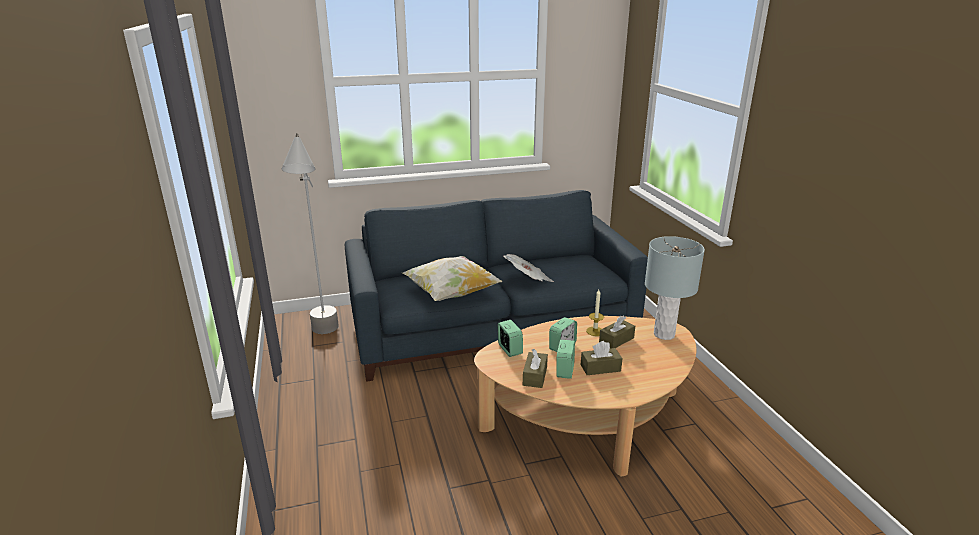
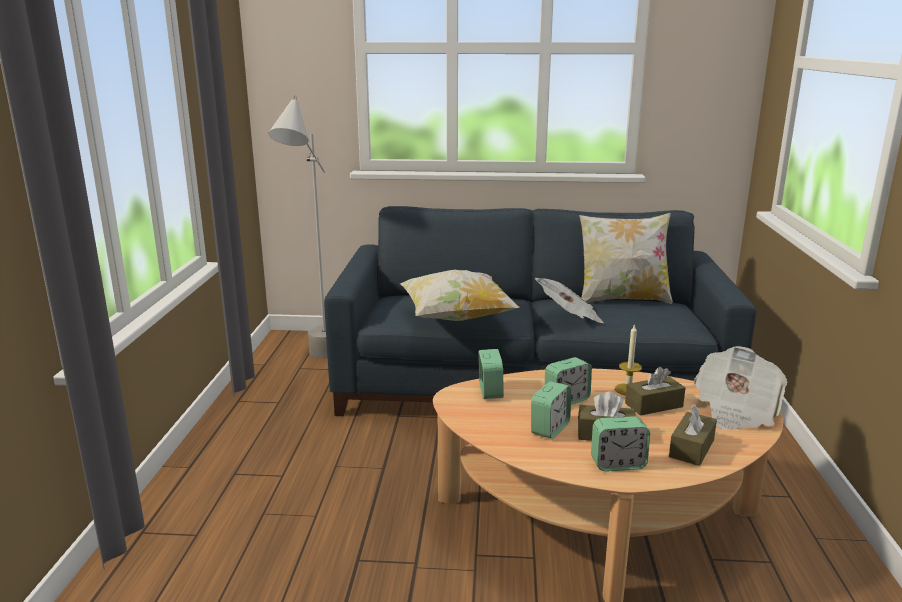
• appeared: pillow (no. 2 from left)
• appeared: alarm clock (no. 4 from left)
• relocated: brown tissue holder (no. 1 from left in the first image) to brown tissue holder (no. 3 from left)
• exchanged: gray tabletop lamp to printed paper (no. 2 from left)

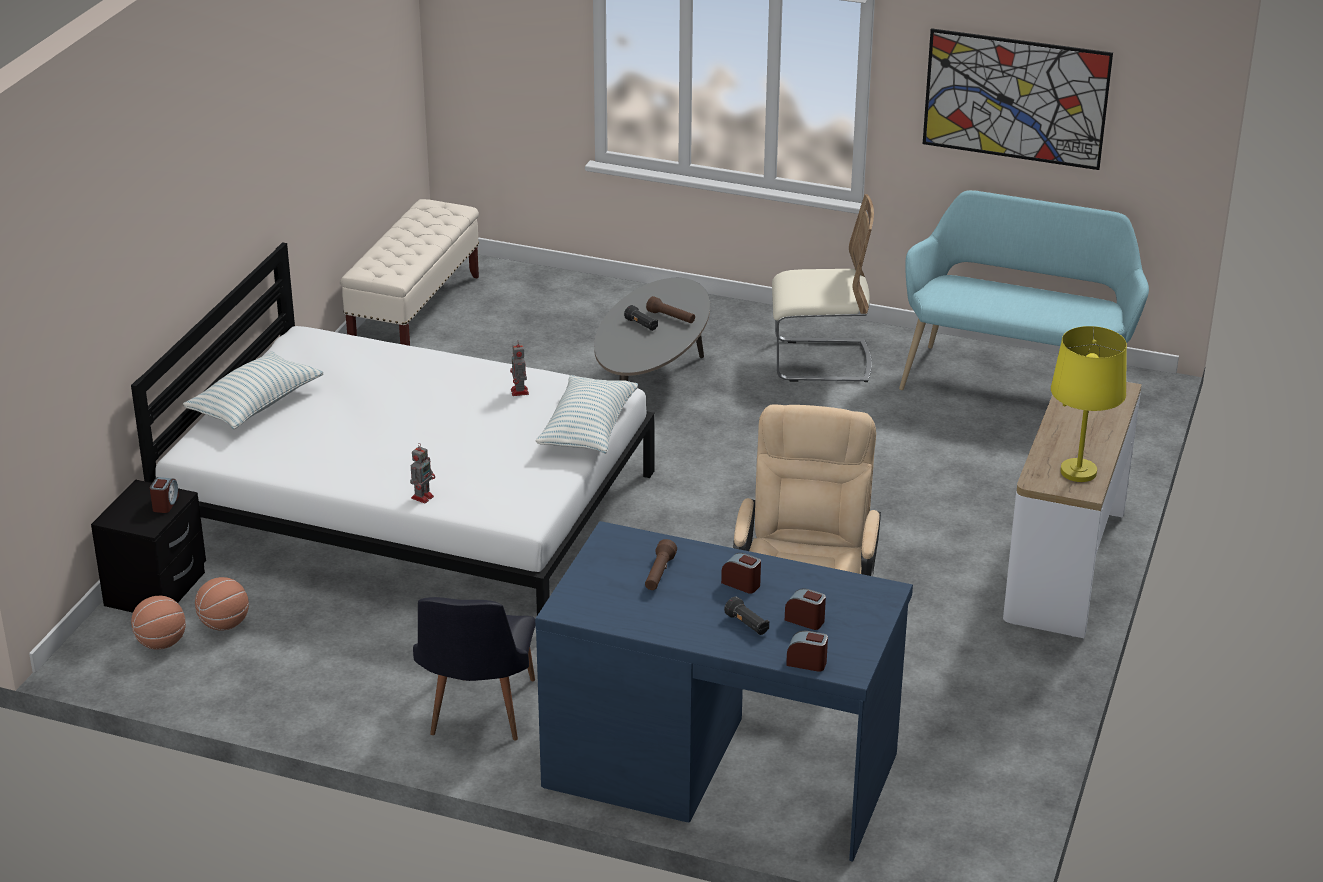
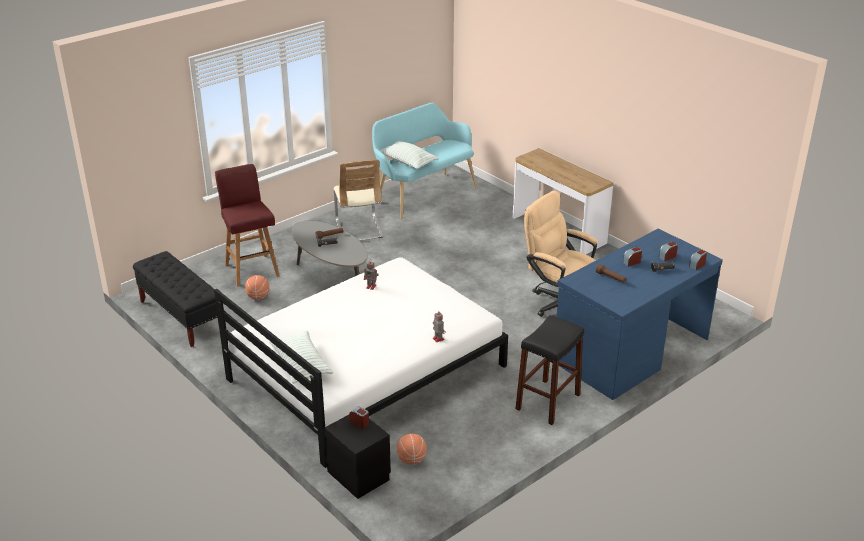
• missing: wall art
• missing: yellowish tabletop lamp
• appeared: red-coloured stool seat
• relocated: basketball (no. 1 from left)
• relocated: pillow (no. 2 from left)
• exchanged: blackish upright chair to blackish stool seat
• colour: beige-coloured bench to blackish bench
• spun: beige-coloured upright chair 135 degrees clockwise

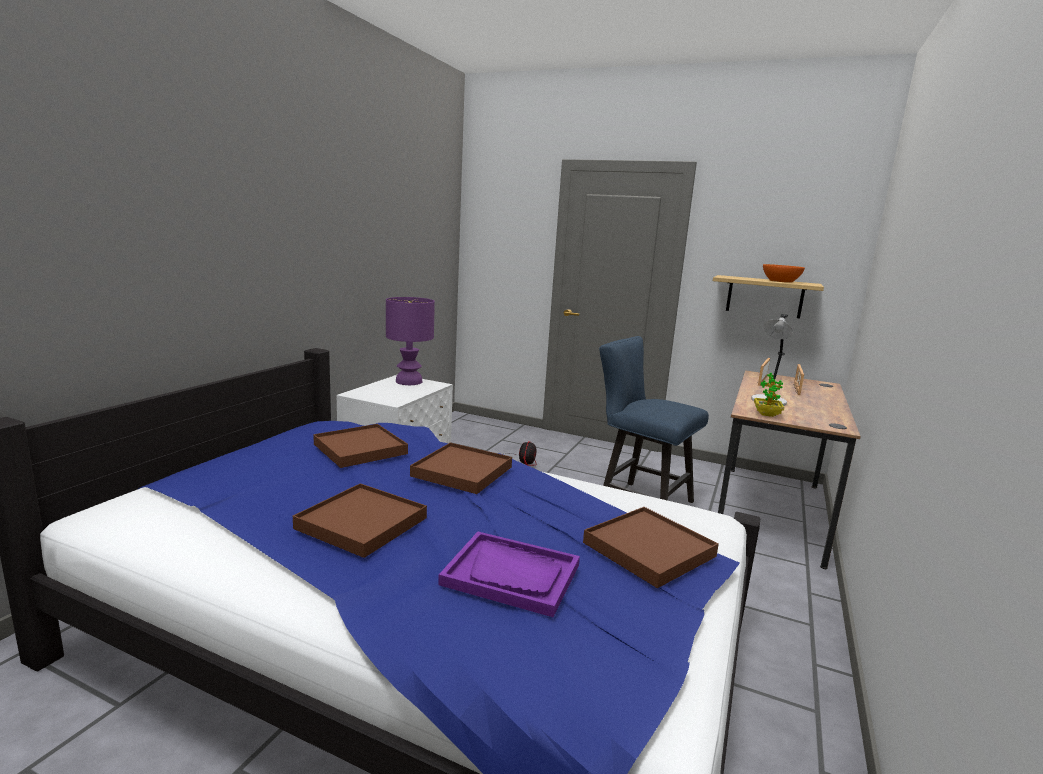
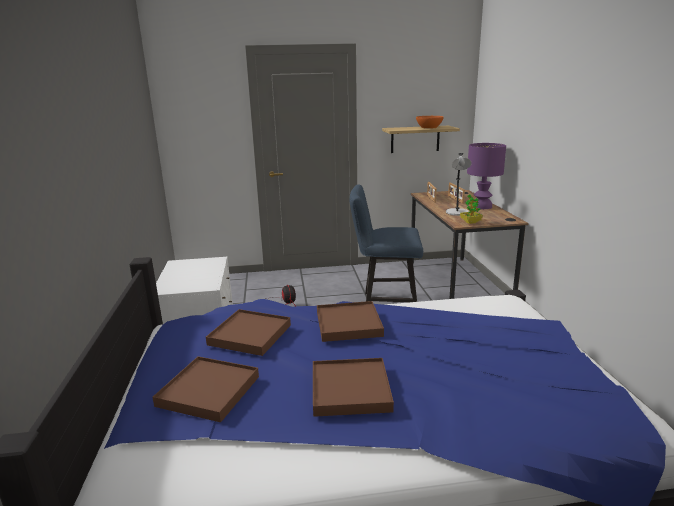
• missing: purplish serving tray
• relocated: purplish tabletop lamp
• relocated: brown serving tray (no. 4 from left in the first image) to brown serving tray (no. 1 from left)

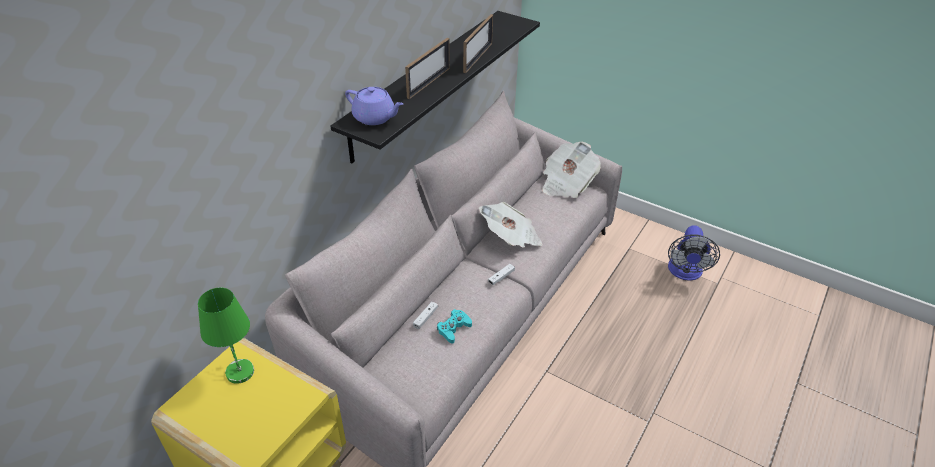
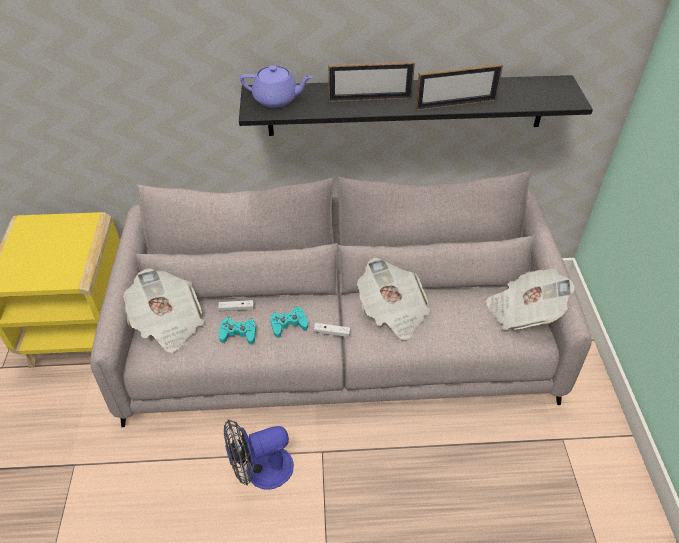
• missing: green tabletop lamp
• appeared: printed paper (no. 1 from left)
• appeared: turquoise-coloured game controller (no. 2 from left)
• relocated: cooling fan
• spun: purplish pot for tea 75 degrees counterclockwise

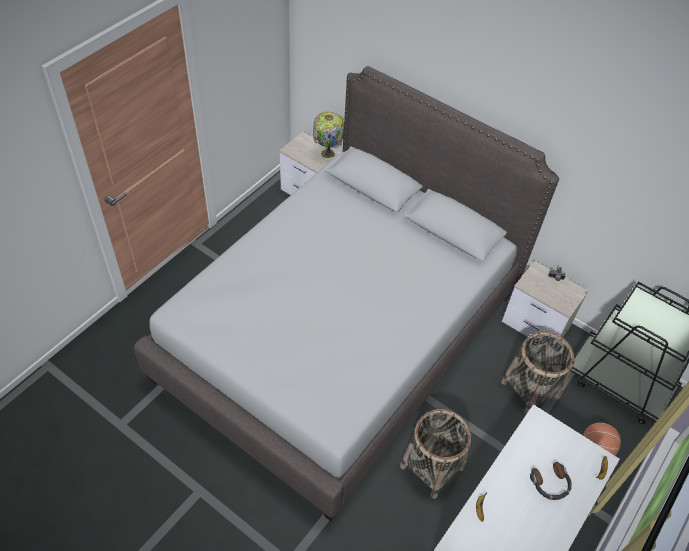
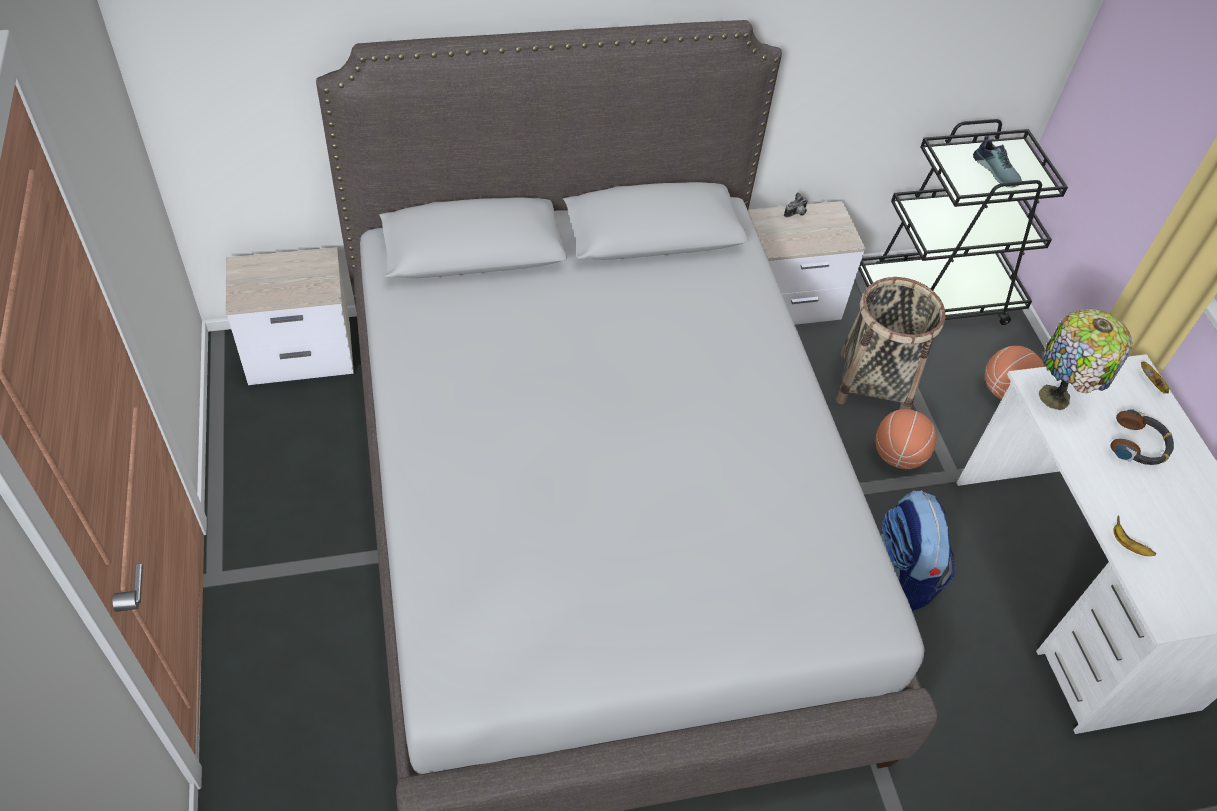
• appeared: basketball (no. 1 from left)
• appeared: item of footwear
• relocated: tabletop lamp
• exchanged: basket (no. 1 from left) to rucksack

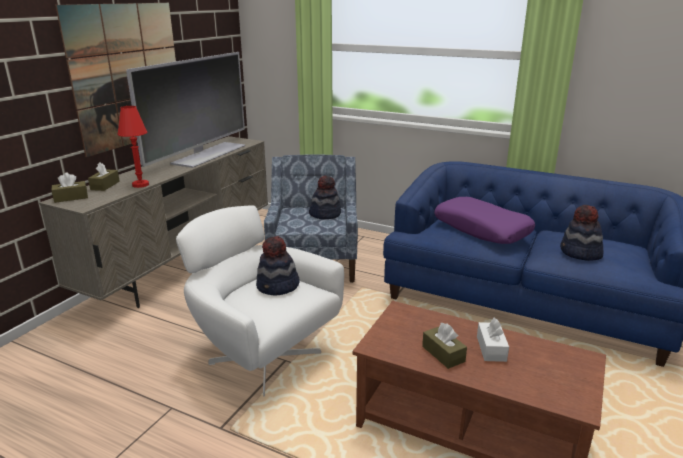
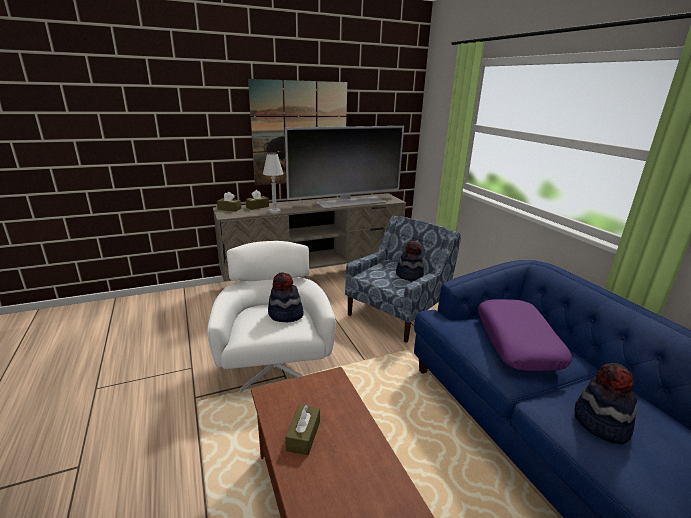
• missing: white tissue holder
• colour: red-coloured tabletop lamp to white tabletop lamp

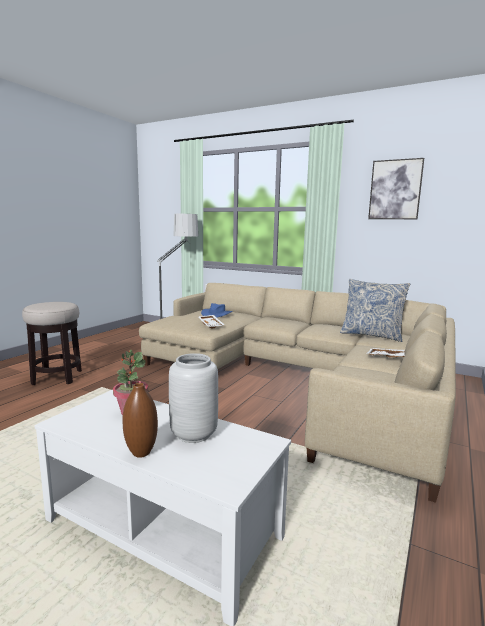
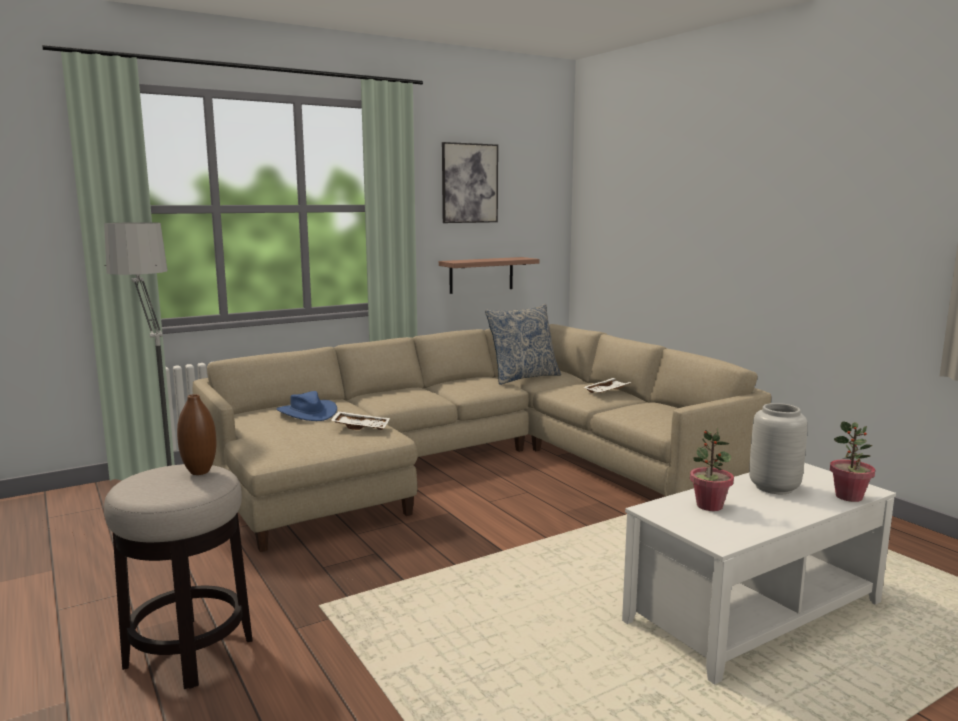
• appeared: wall shelf
• appeared: plant in a pot (no. 2 from left)
• relocated: brown vase

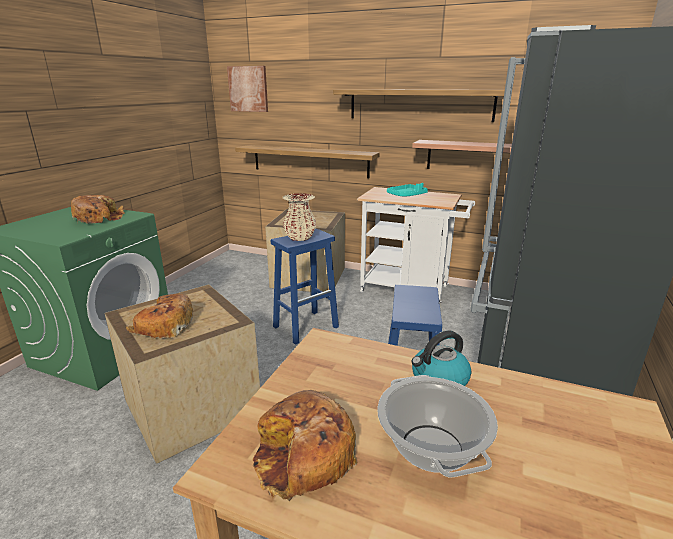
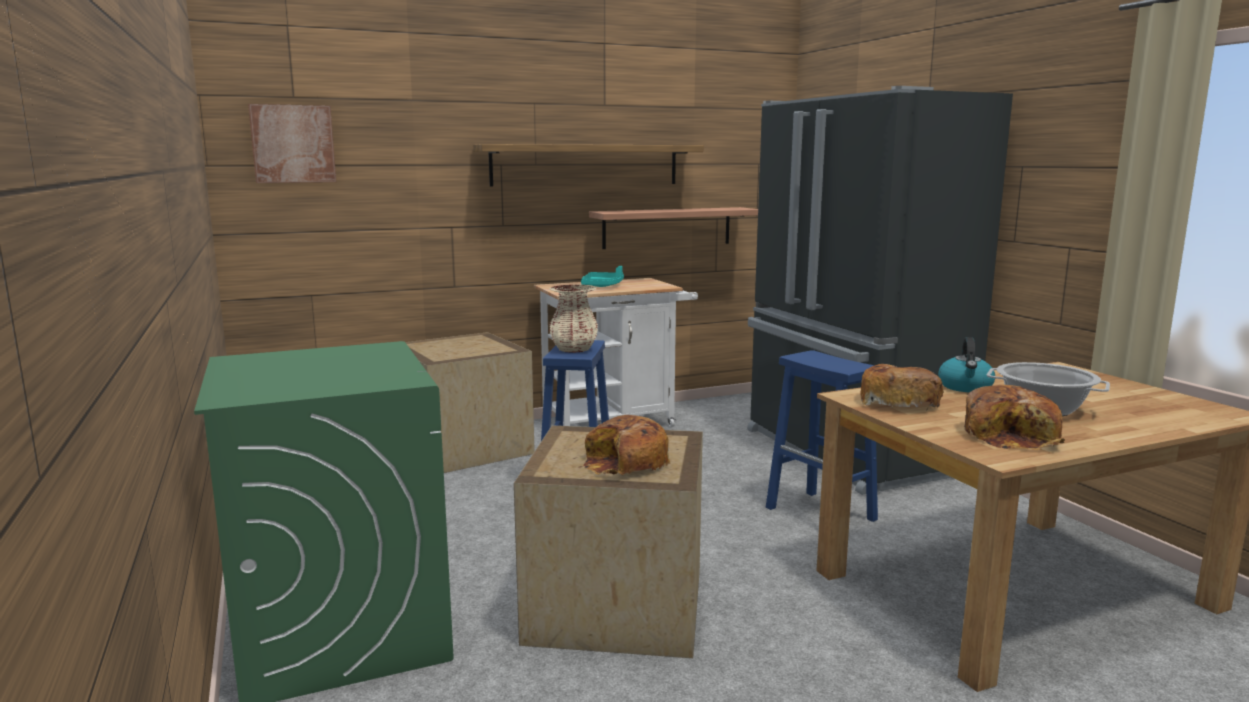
• missing: wall shelf (no. 1 from left)
• relocated: bread (no. 1 from left in the first image) to bread (no. 2 from left)

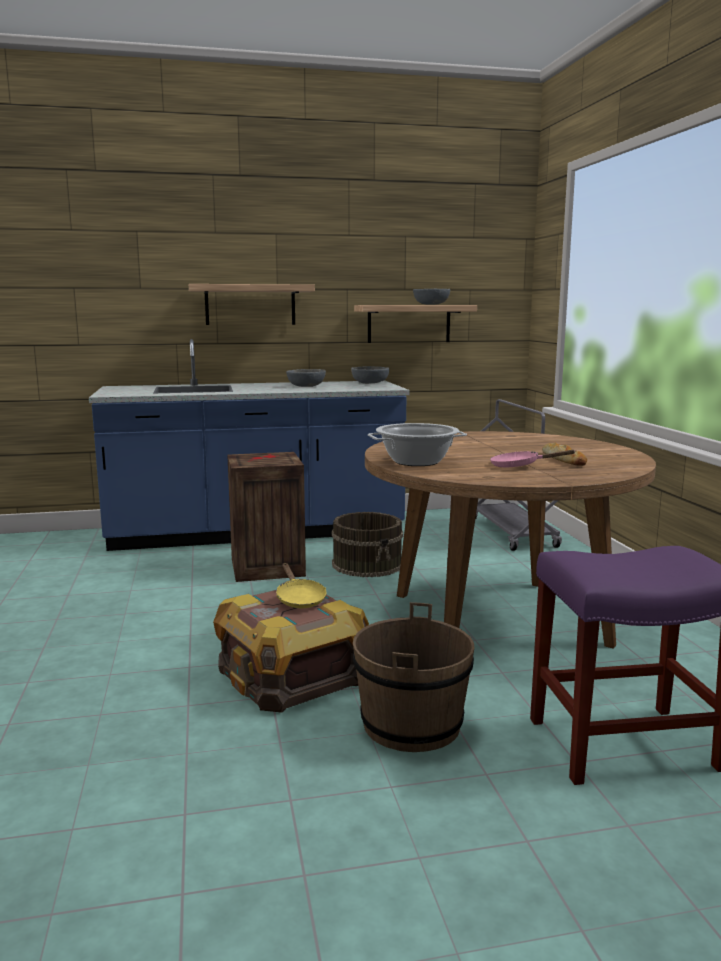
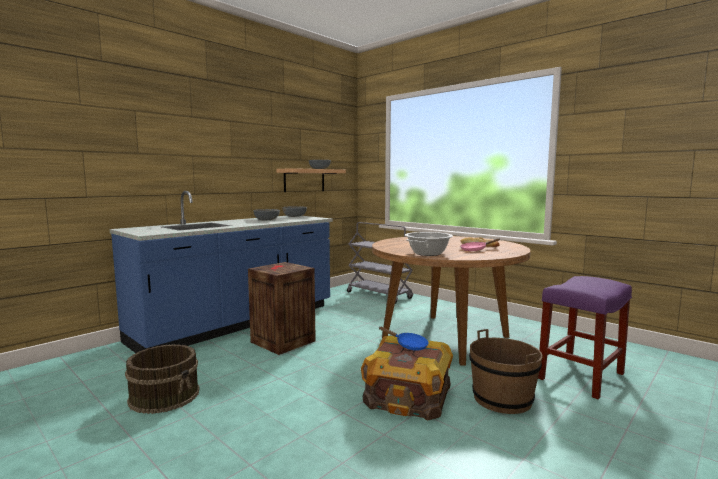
• missing: wall shelf (no. 1 from left)
• relocated: brown water bucket (no. 1 from left)
• colour: yellowish pan to blue pan

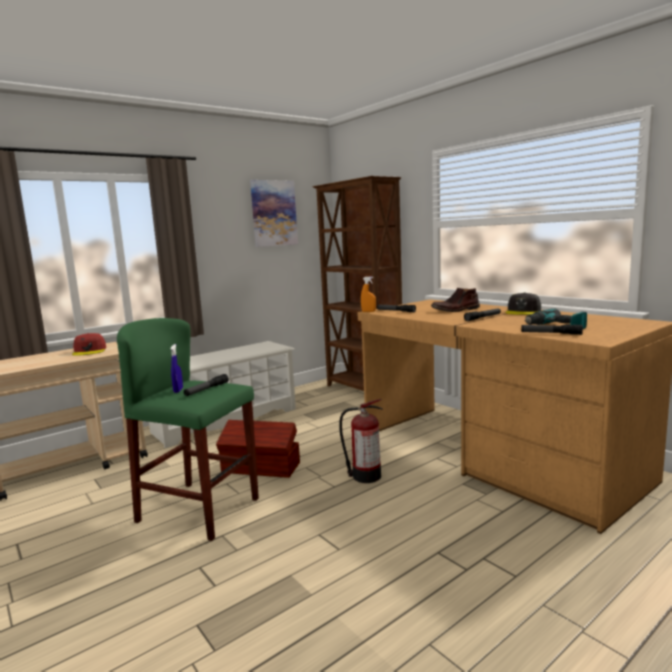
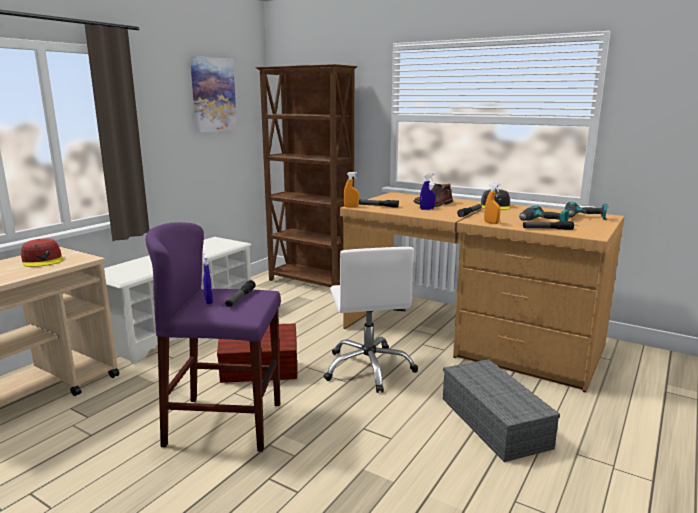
• appeared: blue sprayer (no. 2 from left)
• appeared: gray storage box
• appeared: orangey sprayer (no. 2 from left)
• appeared: electric drill (no. 2 from left)
• exchanged: fire-fighting cylinder to white office chair
• colour: green stool seat to purplish stool seat

